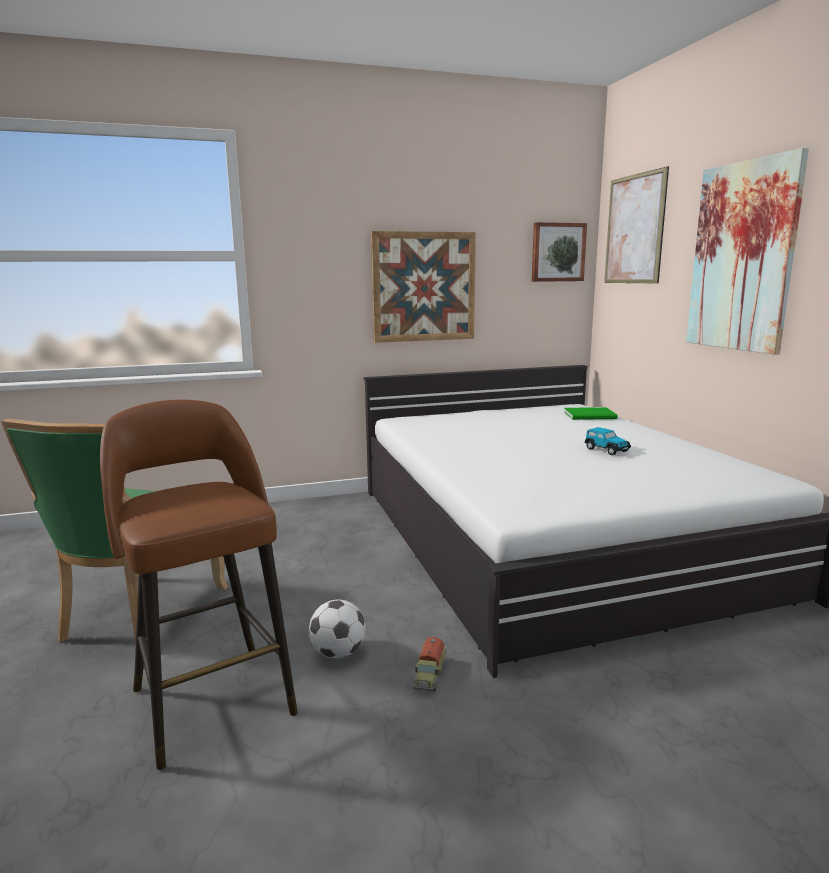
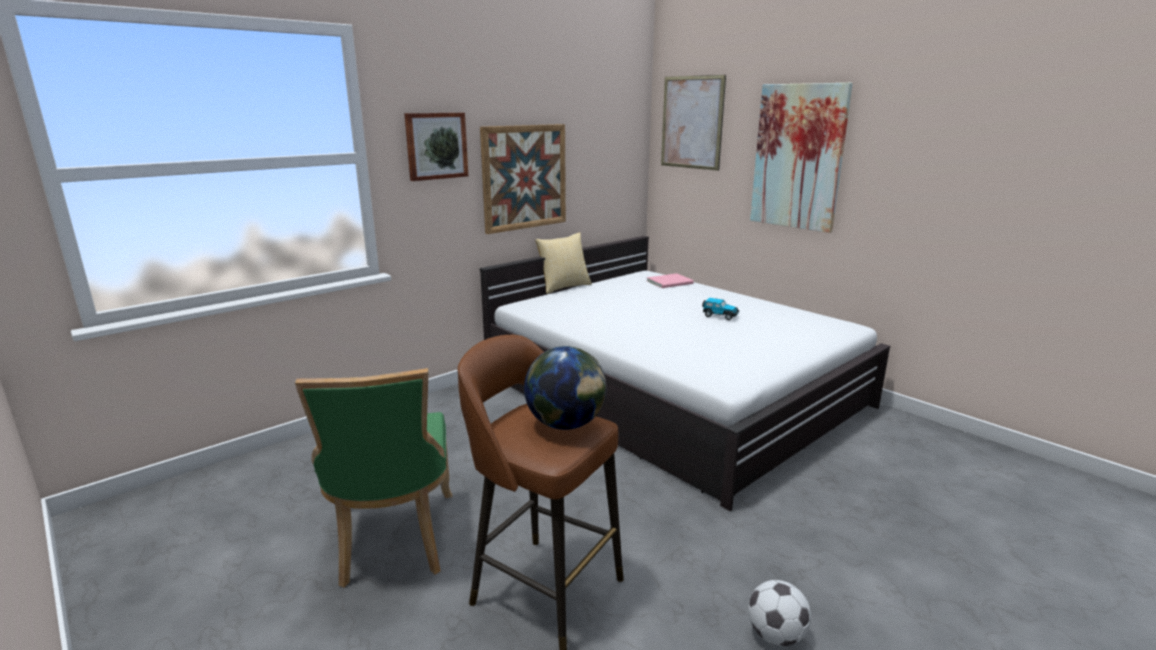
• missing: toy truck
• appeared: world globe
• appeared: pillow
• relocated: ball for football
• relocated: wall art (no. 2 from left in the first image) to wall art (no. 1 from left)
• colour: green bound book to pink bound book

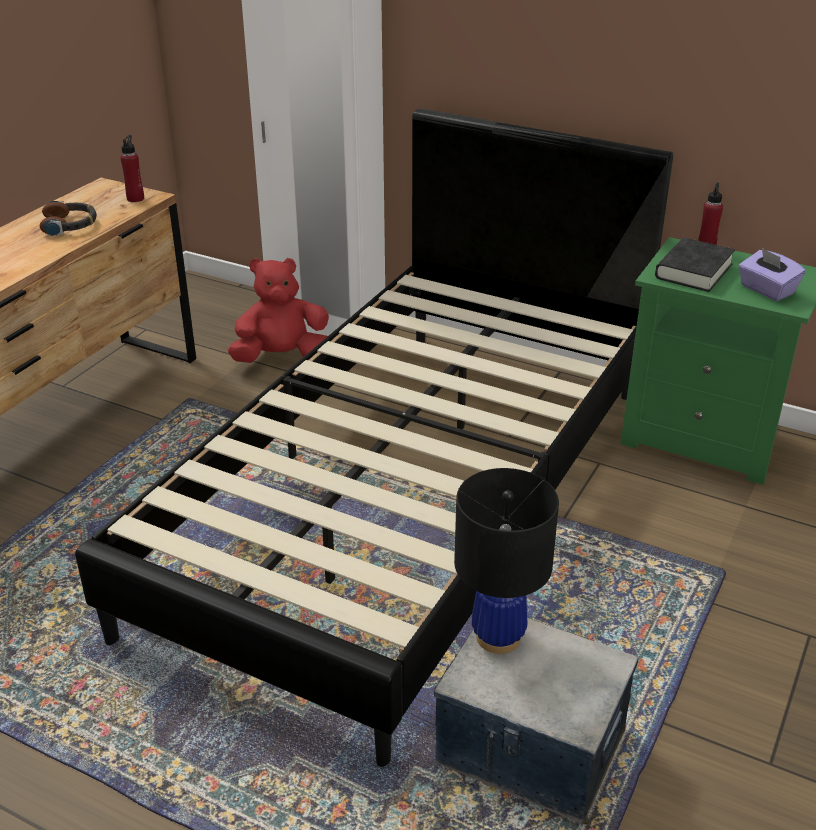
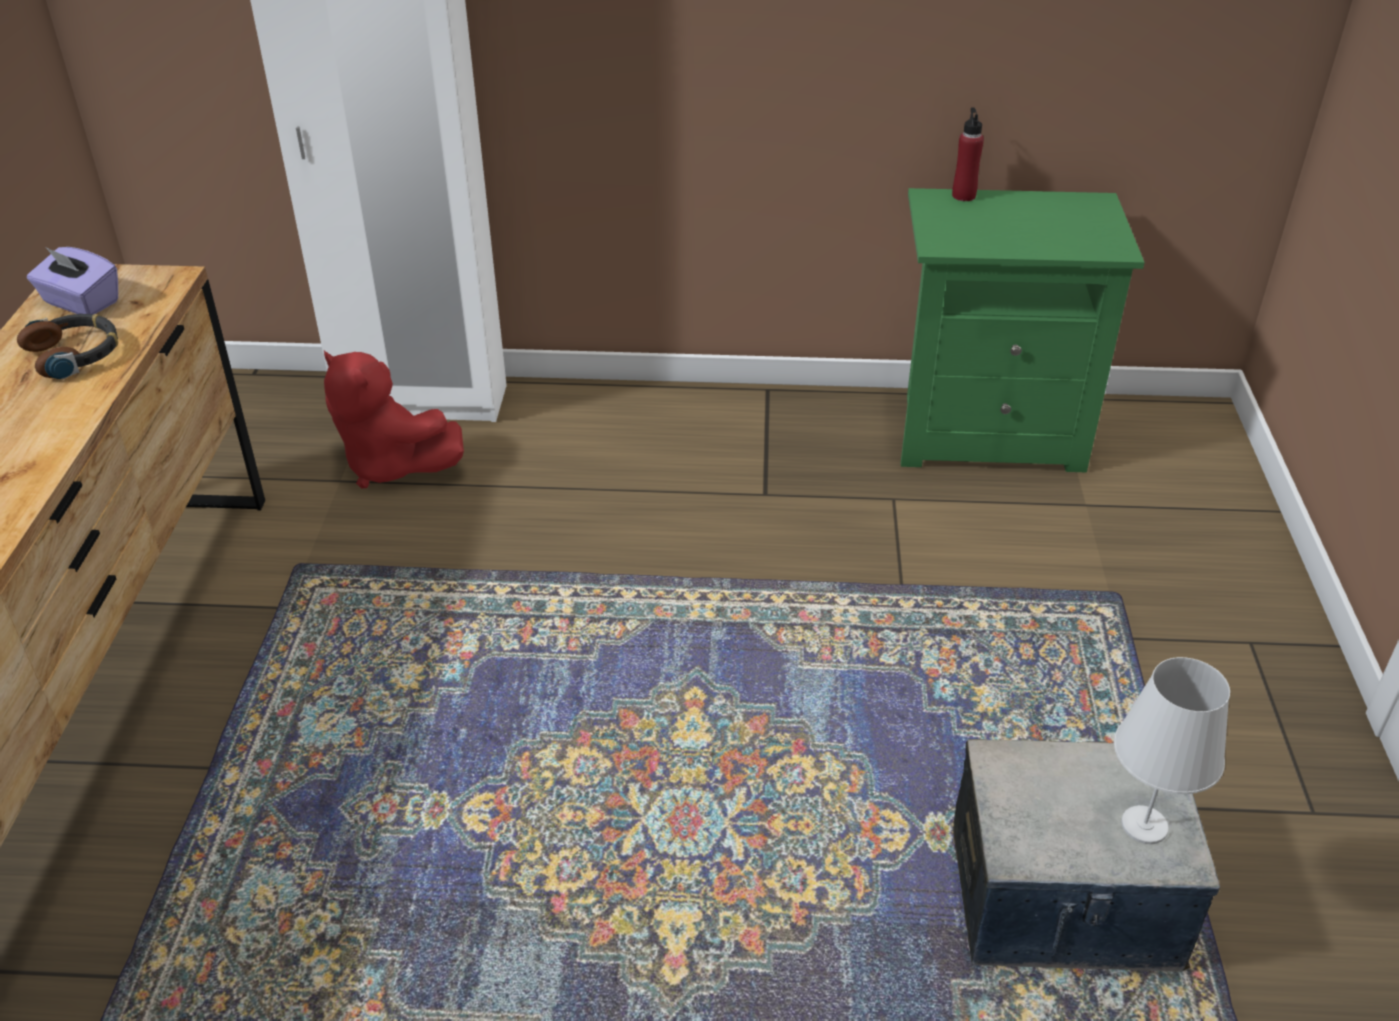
• missing: blackish bed
• missing: red-coloured drink bottle (no. 1 from left)
• missing: blackish tabletop lamp
• missing: blackish bound book
• appeared: white tabletop lamp
• relocated: purplish tissue holder
• spun: red-coloured plush toy 105 degrees counterclockwise

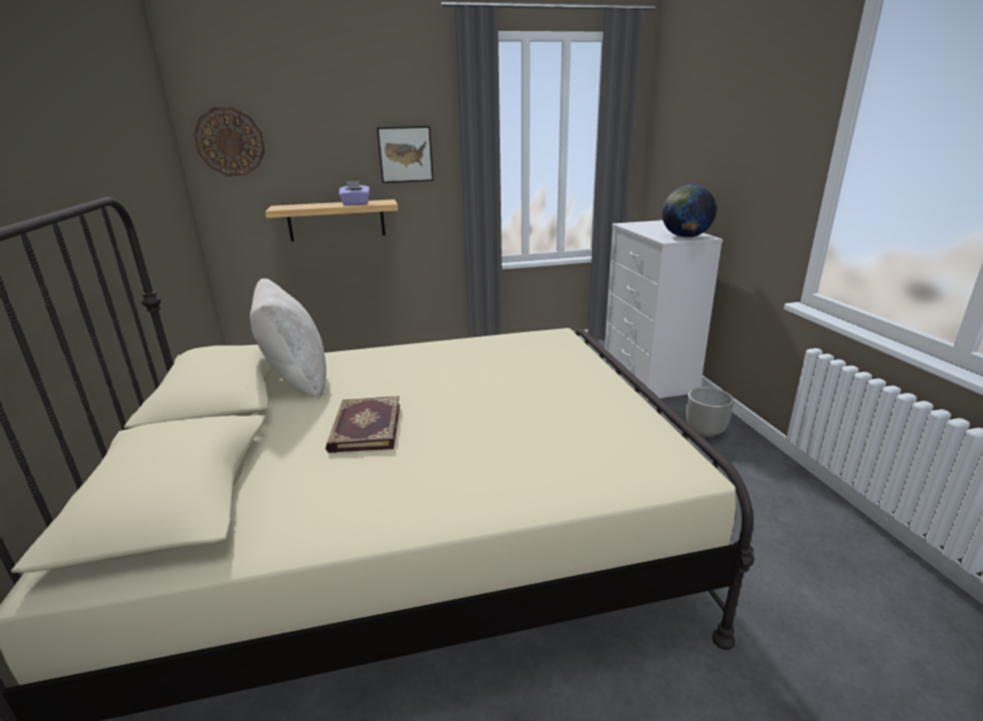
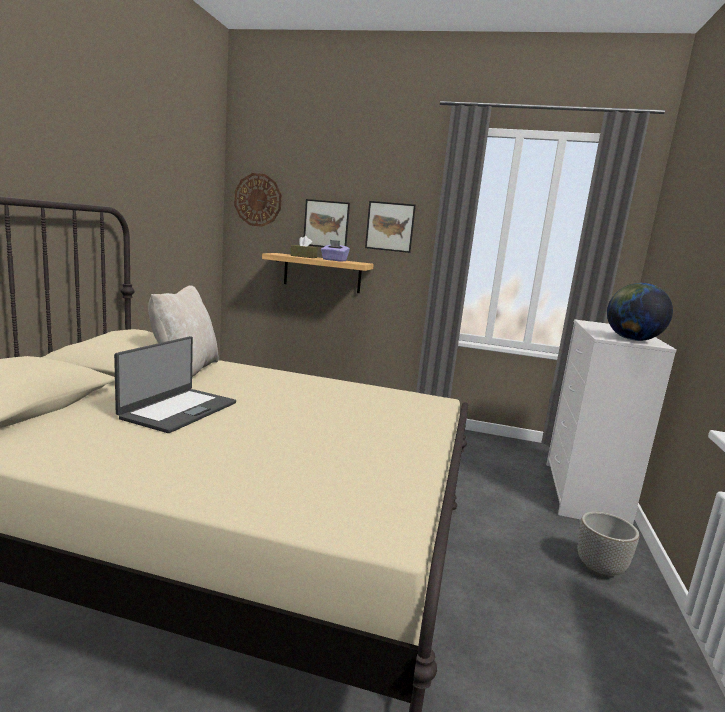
• appeared: brown tissue holder
• appeared: wall art (no. 1 from left)
• exchanged: bound book to notebook computer

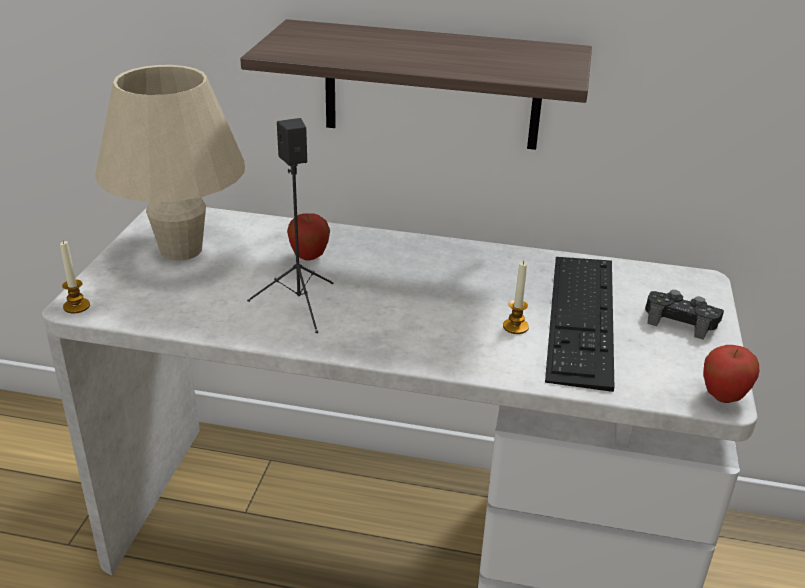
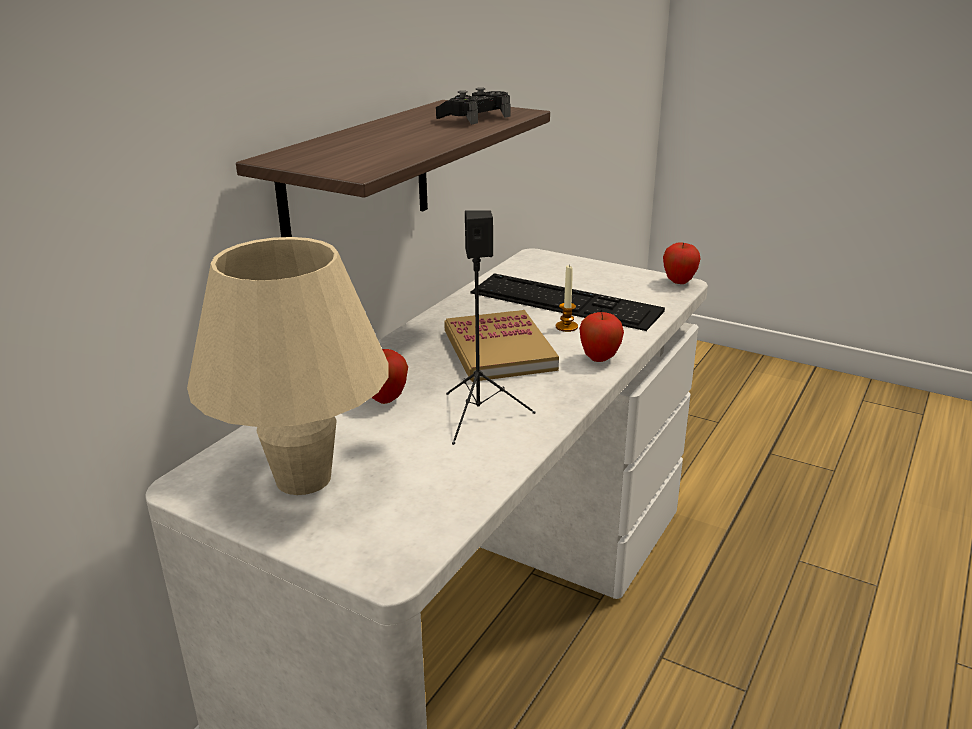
• missing: wax light (no. 1 from left)
• appeared: bound book
• appeared: whole apple (no. 2 from left)
• relocated: blackish game controller

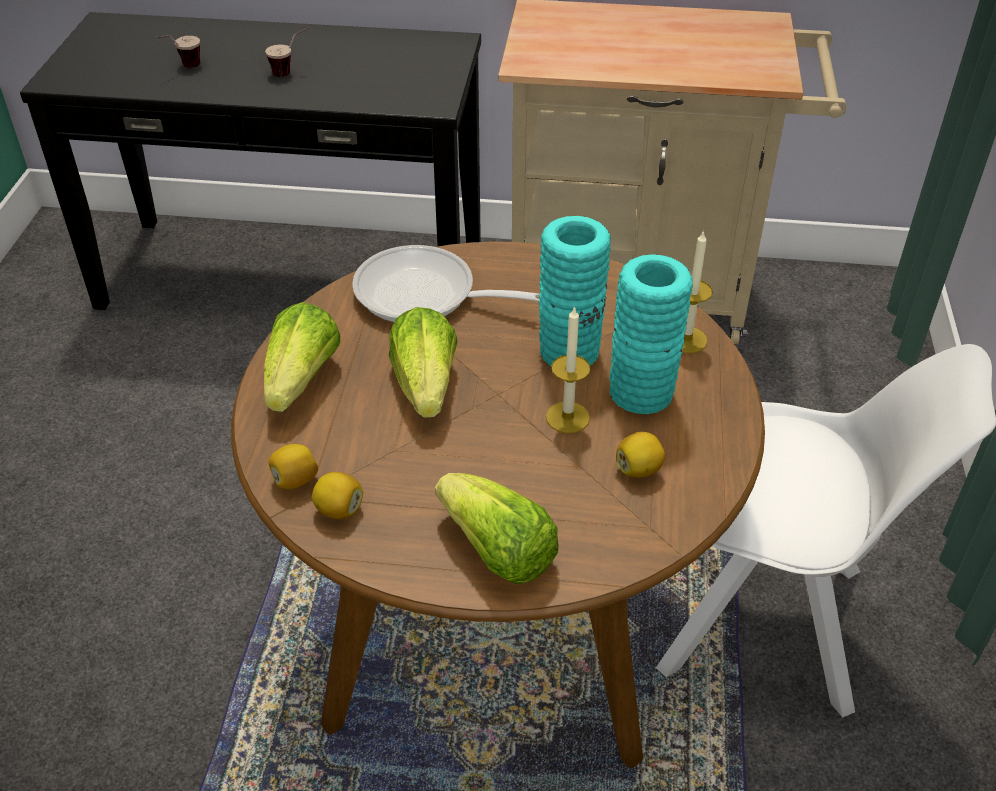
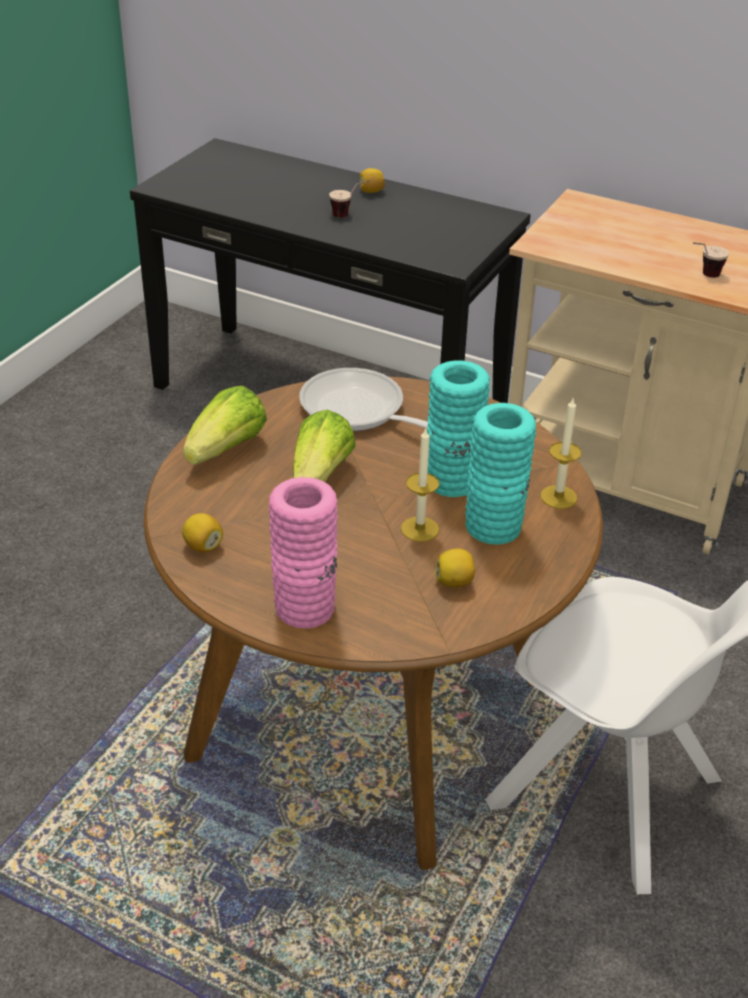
• relocated: small cup (no. 1 from left in the first image) to small cup (no. 2 from left)
• relocated: citrus fruit (no. 1 from left in the first image) to citrus fruit (no. 2 from left)
• exchanged: lettuce head (no. 3 from left) to pink vase

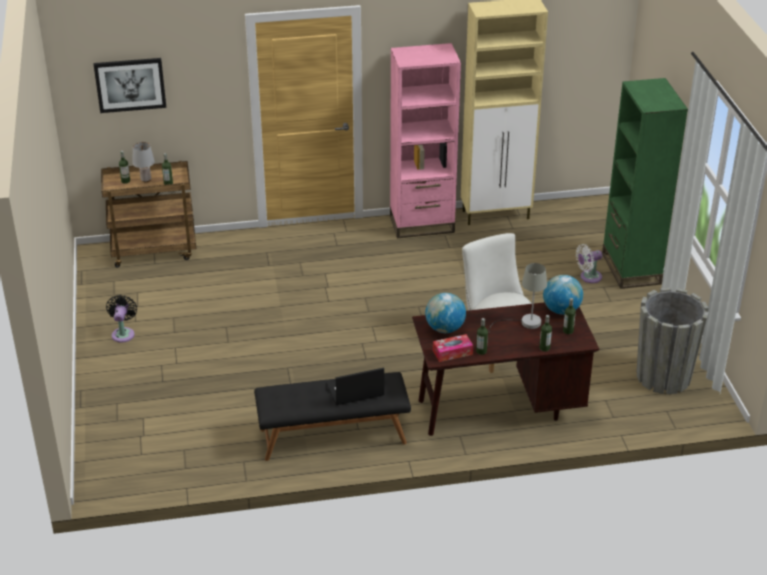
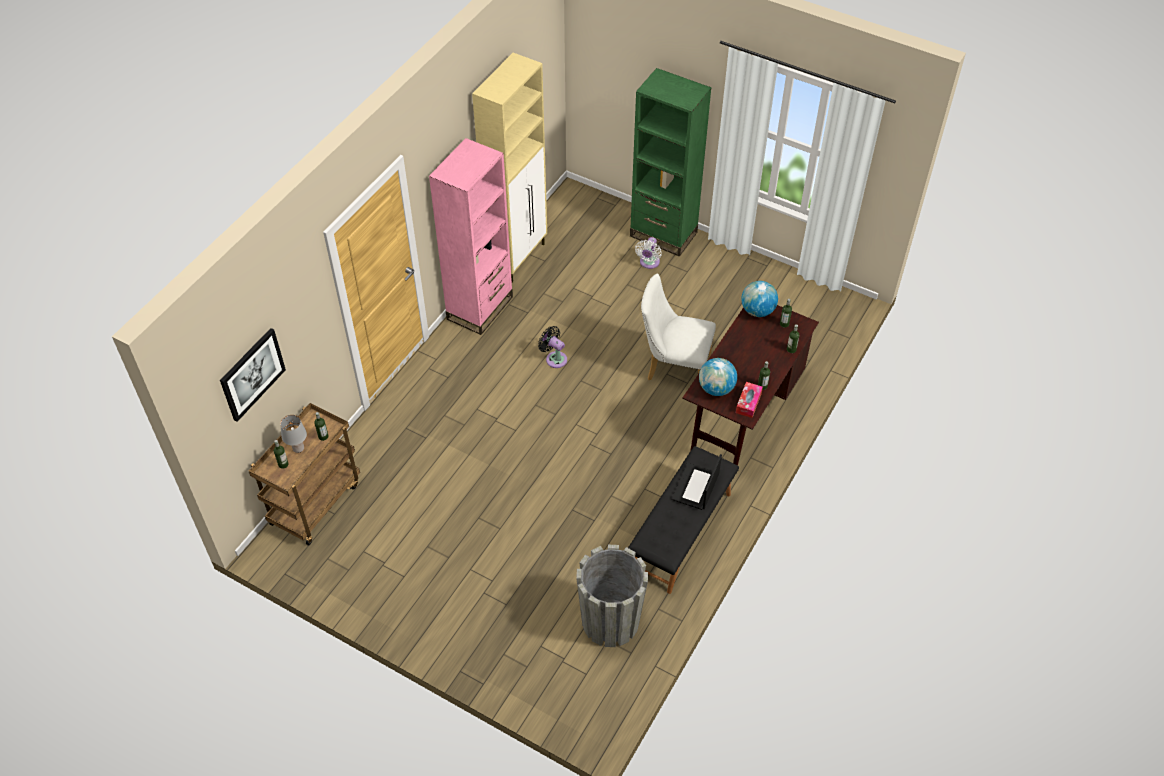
• missing: gray tabletop lamp (no. 2 from left)
• relocated: blackish cooling fan
• relocated: gray planter

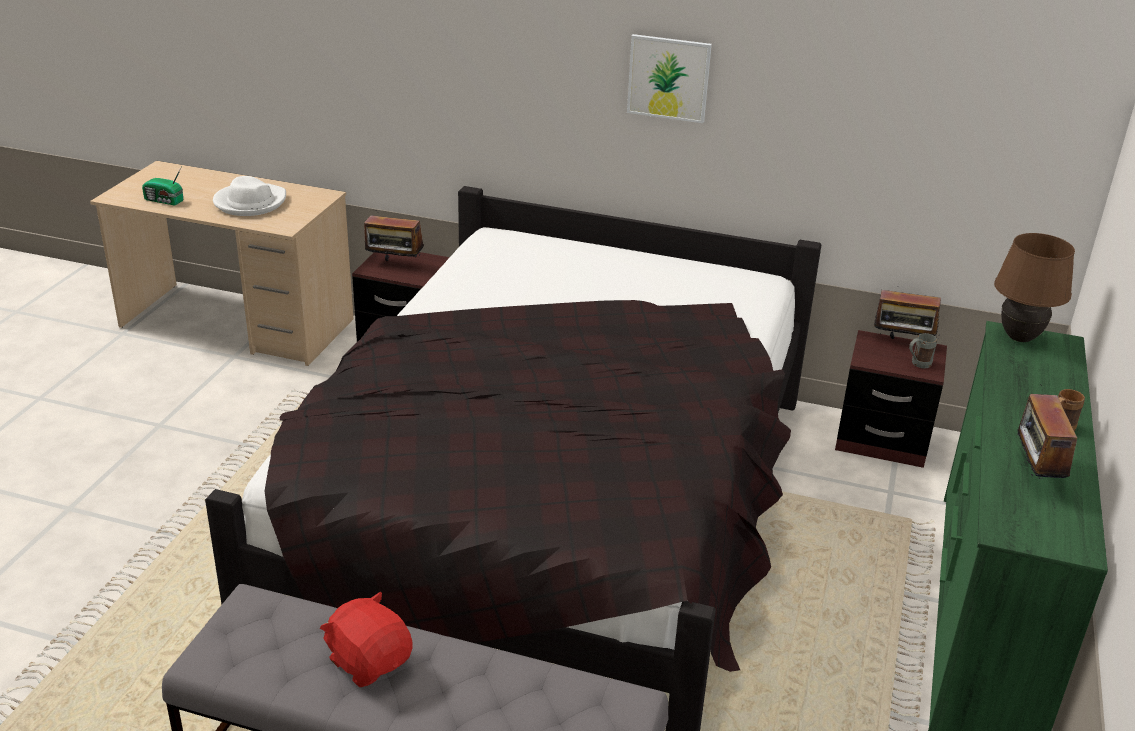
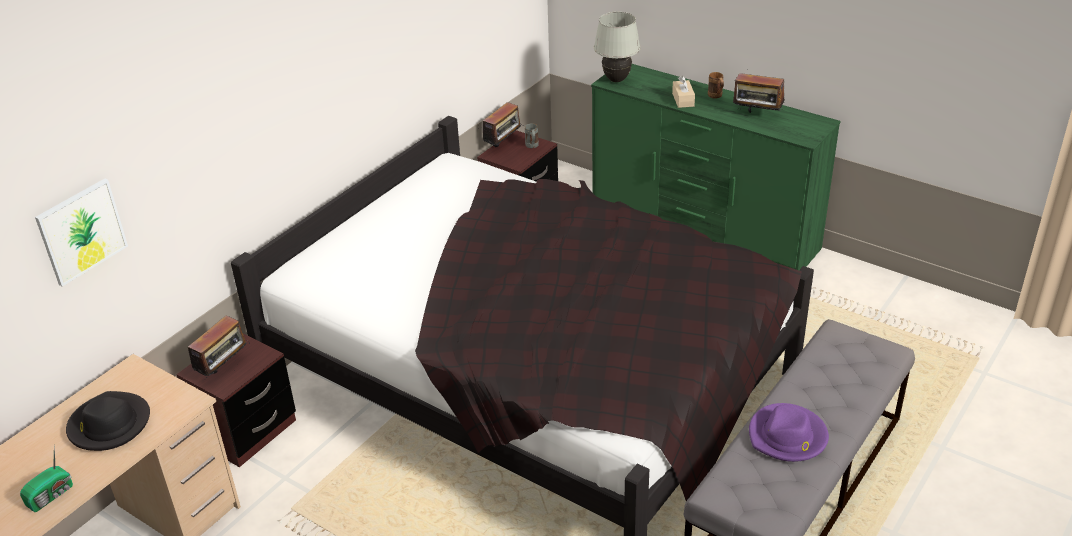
• appeared: beige-coloured tissue holder
• relocated: wall art
• exchanged: red-coloured plush toy to purplish hat
• colour: white hat to blackish hat
• colour: brown tabletop lamp to white tabletop lamp

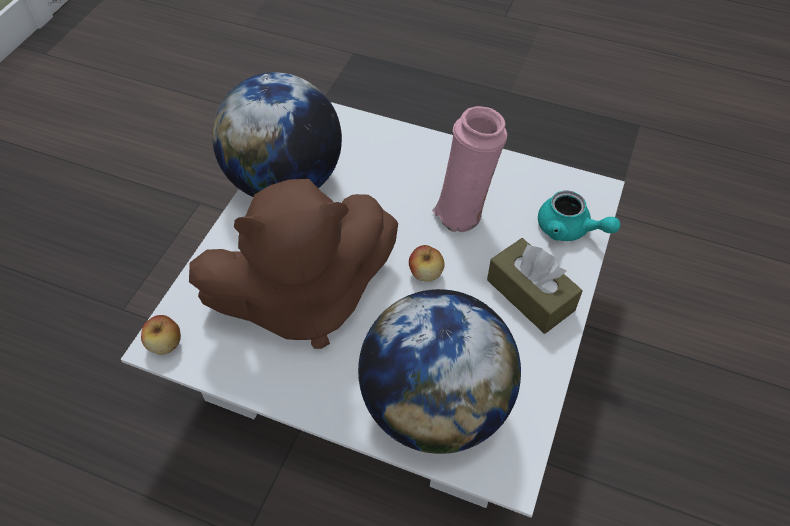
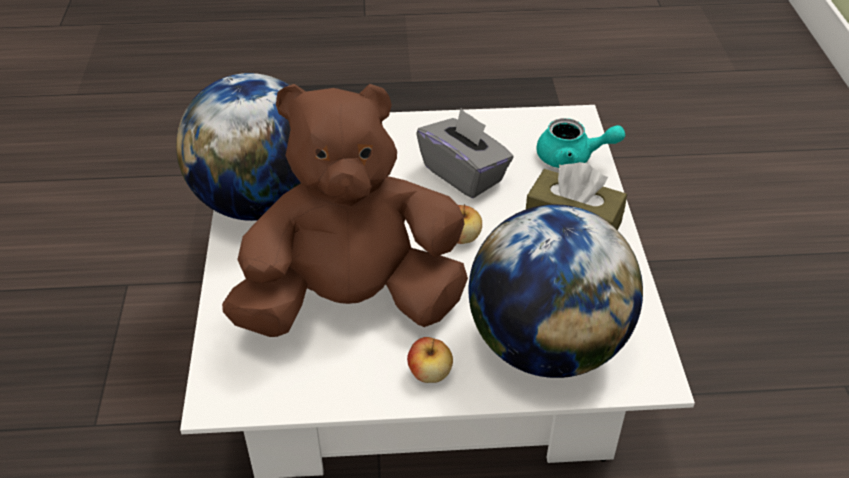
• relocated: whole apple (no. 1 from left)
• exchanged: pink vase to gray tissue holder
• spun: brown plush toy 150 degrees counterclockwise

